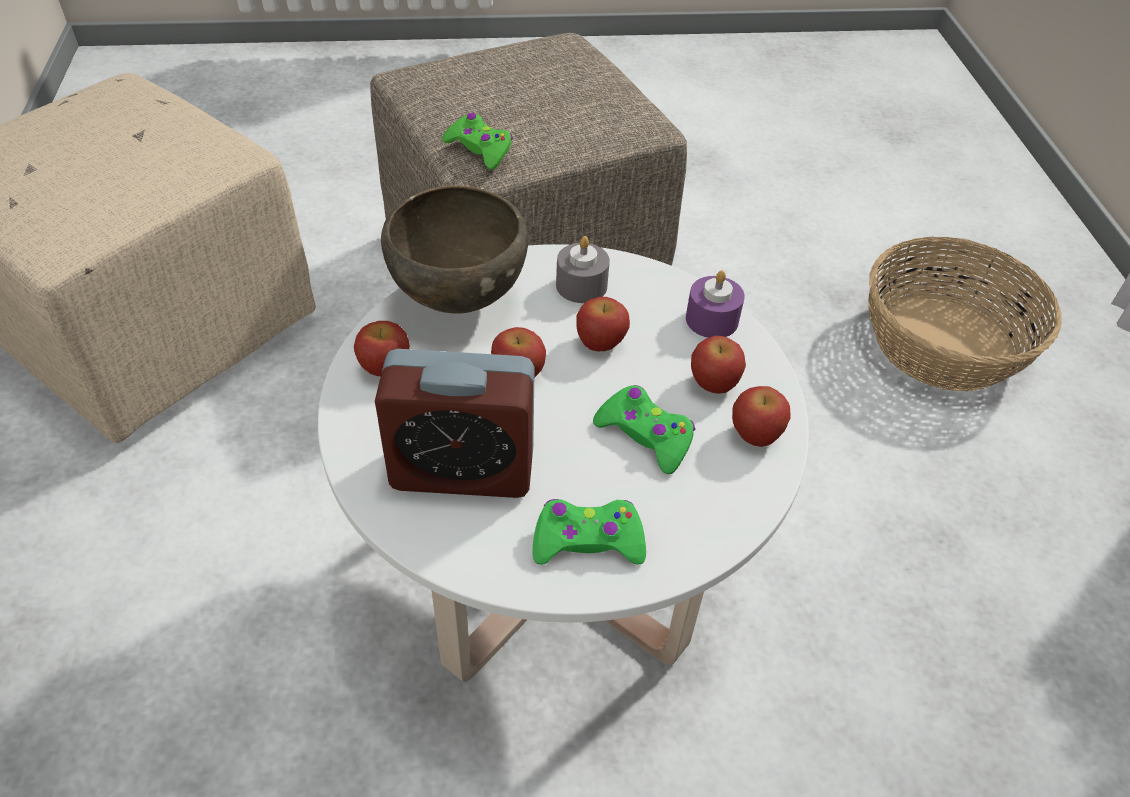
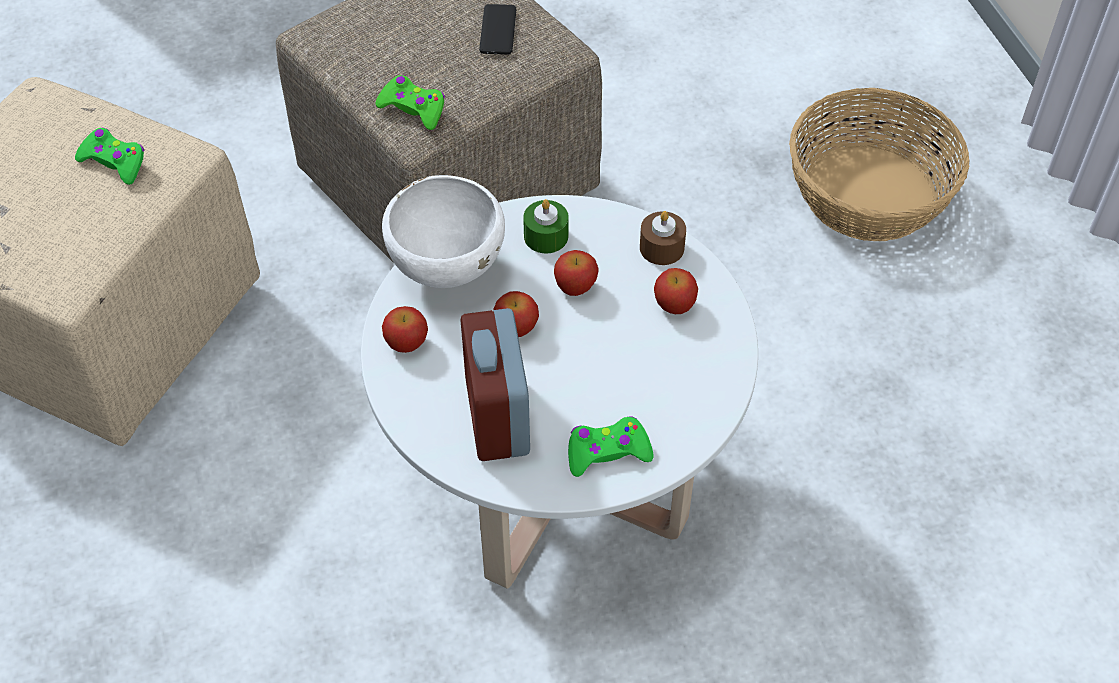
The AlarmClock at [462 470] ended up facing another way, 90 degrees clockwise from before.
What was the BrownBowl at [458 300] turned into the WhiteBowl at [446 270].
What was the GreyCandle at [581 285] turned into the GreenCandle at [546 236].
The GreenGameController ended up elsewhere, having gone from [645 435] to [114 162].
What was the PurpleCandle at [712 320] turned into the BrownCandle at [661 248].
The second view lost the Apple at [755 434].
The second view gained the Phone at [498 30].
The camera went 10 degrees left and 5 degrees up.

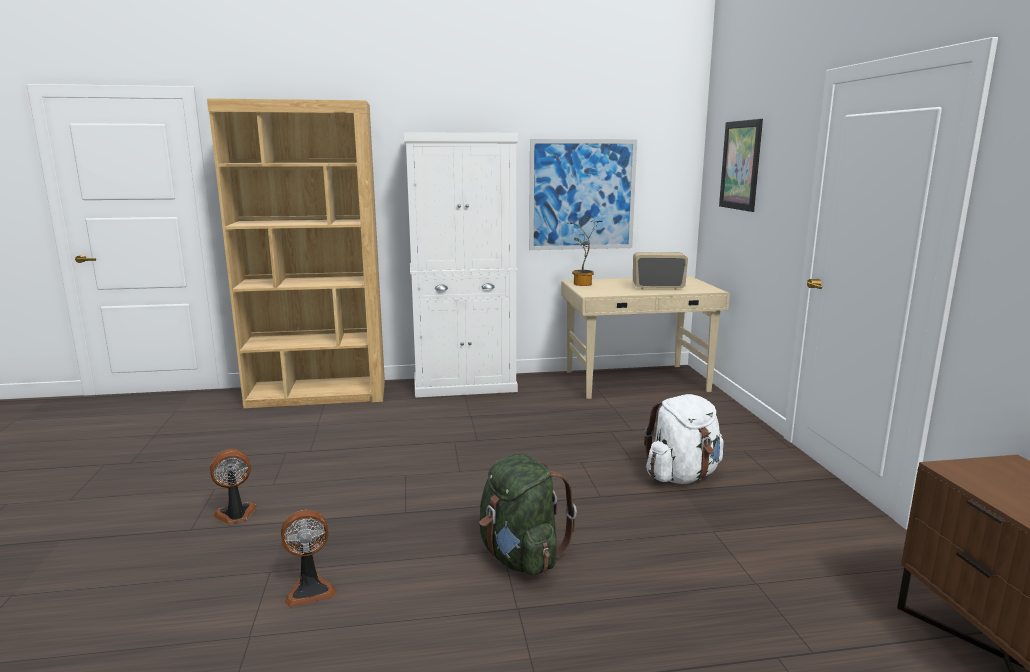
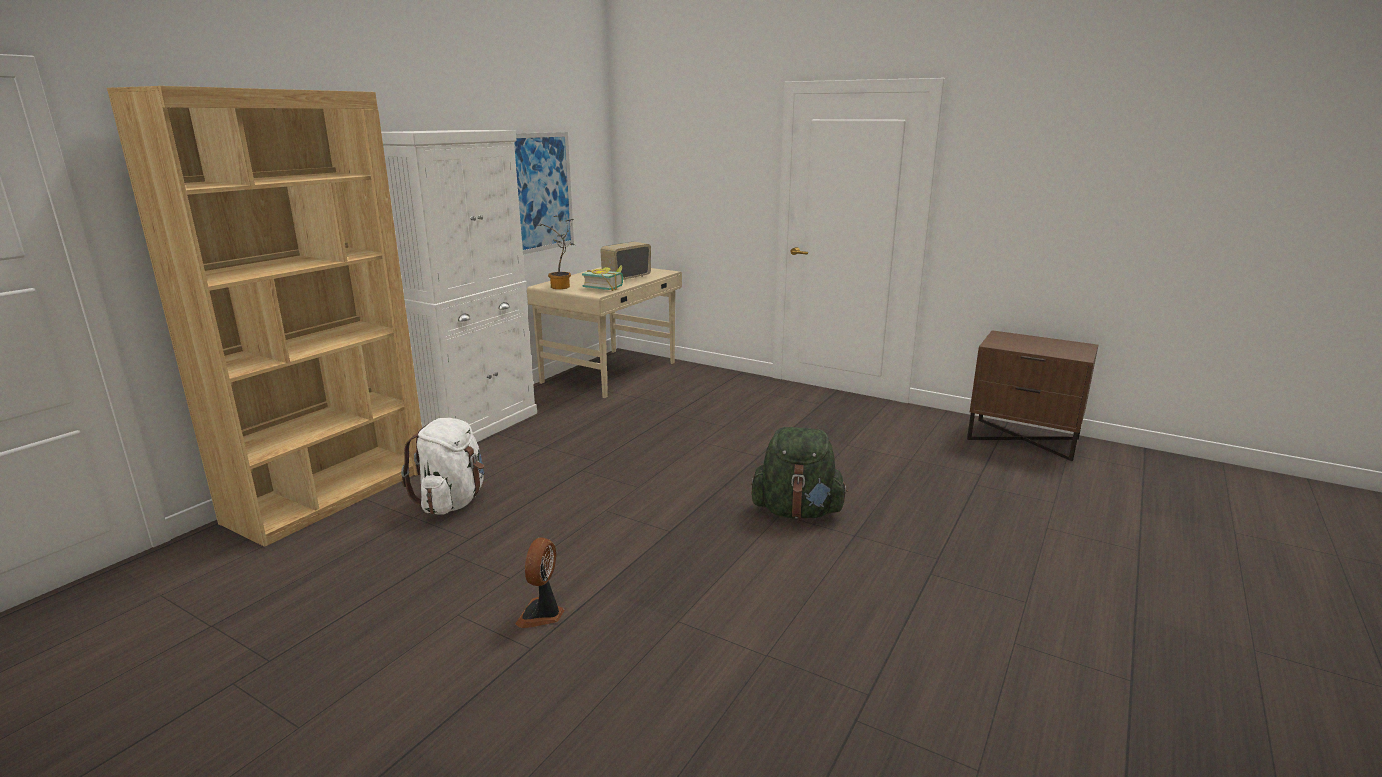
The second view lost the Fan at [310 590].
The WhiteBackpack ended up elsewhere, having gone from [682 476] to [452 501].
The second view lost the Picture at [740 165].
The second view gained the Book at [605 287].
The camera went 50 degrees left and 5 degrees up.

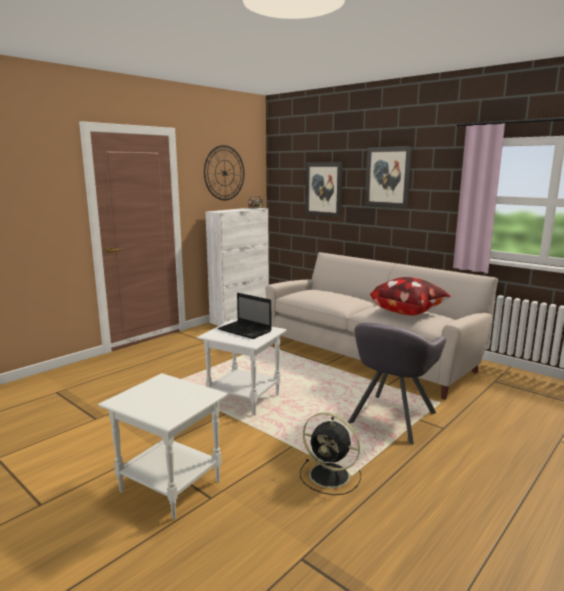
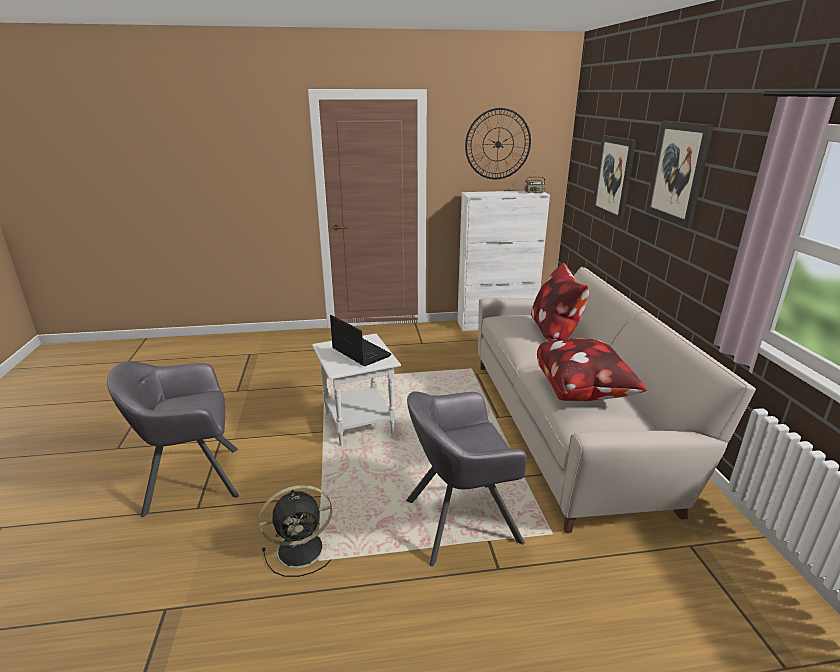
Where the WhiteSideTable stood at [169 486], the GreyArmchair came to stand at [192 479].
The Laptop at [246 331] ended up facing another way, 150 degrees clockwise from before.
The BlackFan at [331 476] ended up facing another way, 90 degrees counterclockwise from before.
The second view gained the Pillow at [555 332].
The camera went 40 degrees right and 10 degrees up.

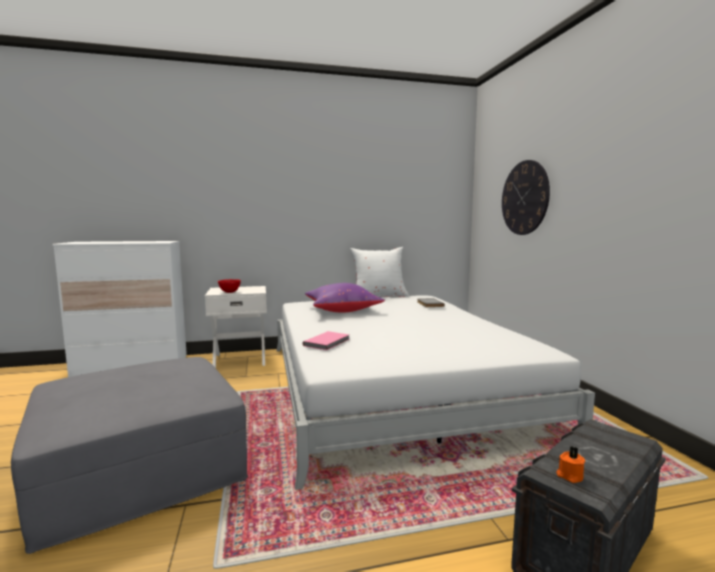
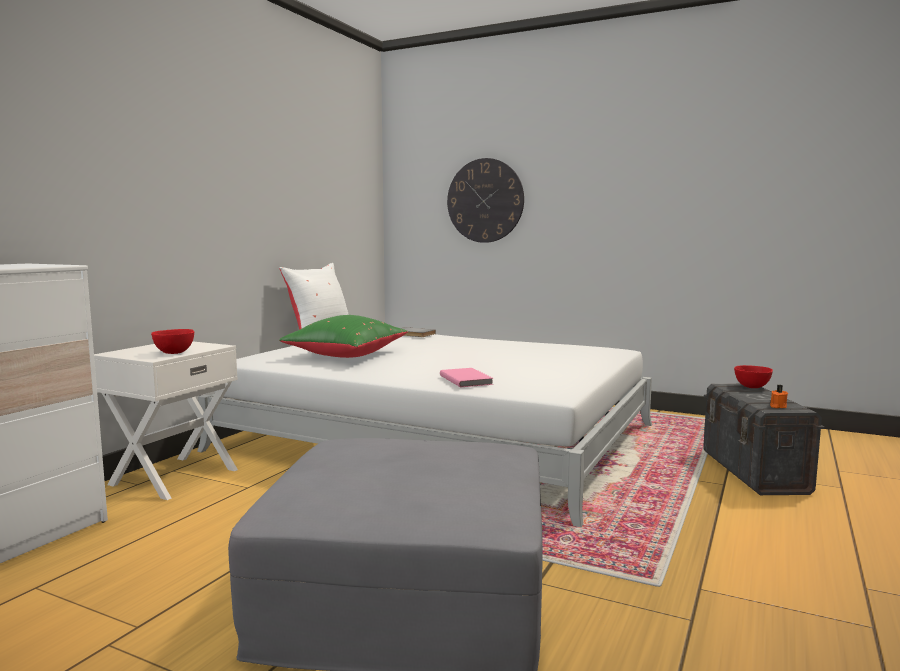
What was the PurplePillow at [342 310] turned into the GreenPillow at [345 356].
The second view gained the RedBowl at [752 387].
The camera went 50 degrees left and 0 degrees up.

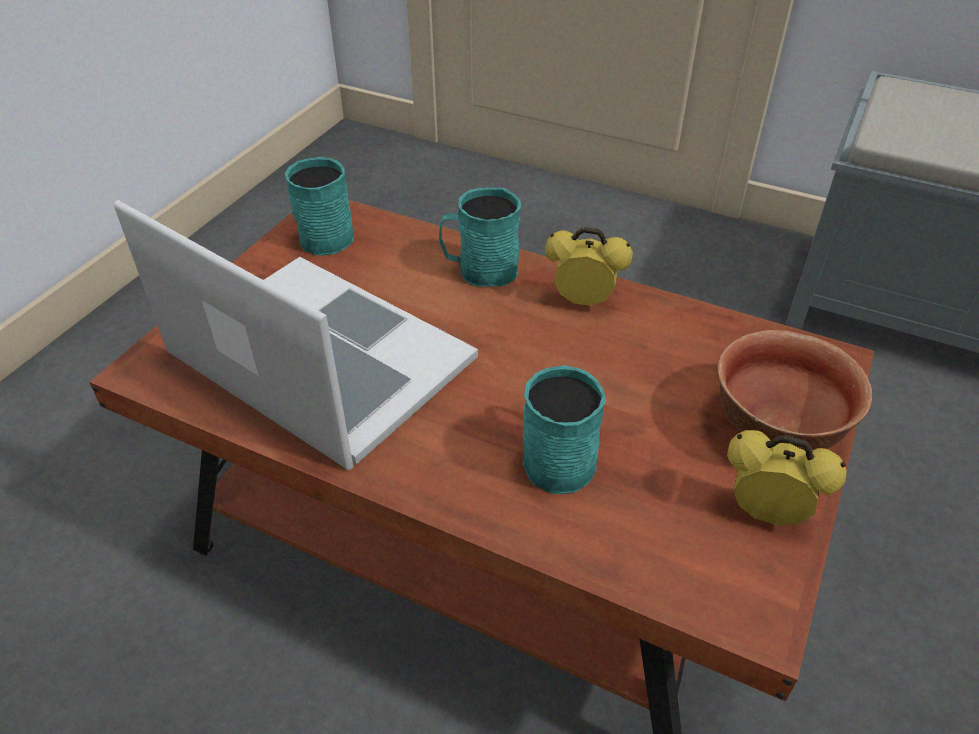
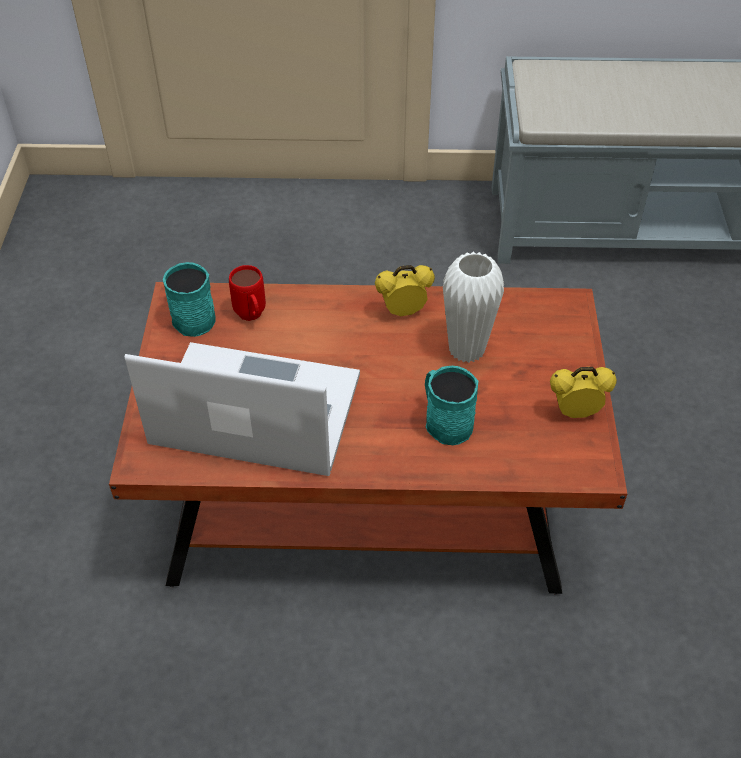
The second view lost the TurquoiseMug at [479 270].
The second view lost the Bowl at [774 425].
The second view gained the RedMug at [252 317].
The second view gained the WhiteVase at [466 350].
The camera went 25 degrees left and 5 degrees up.

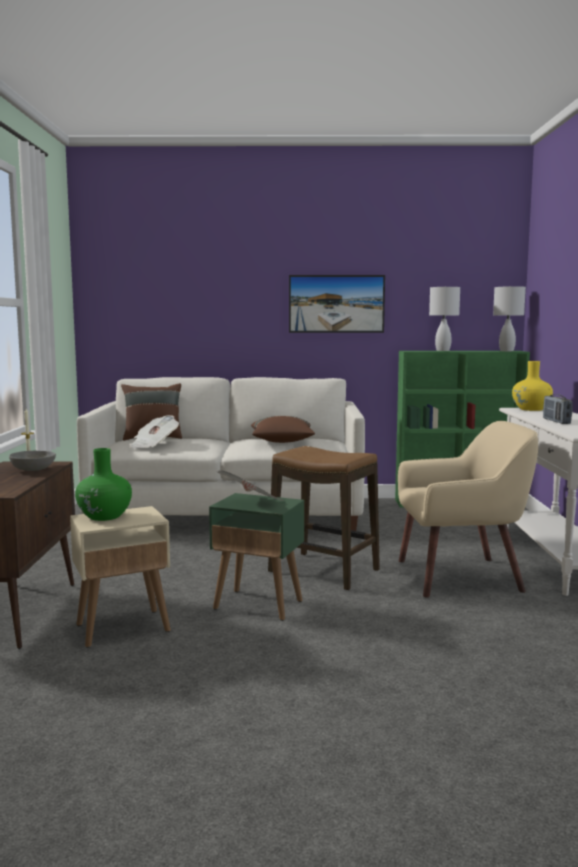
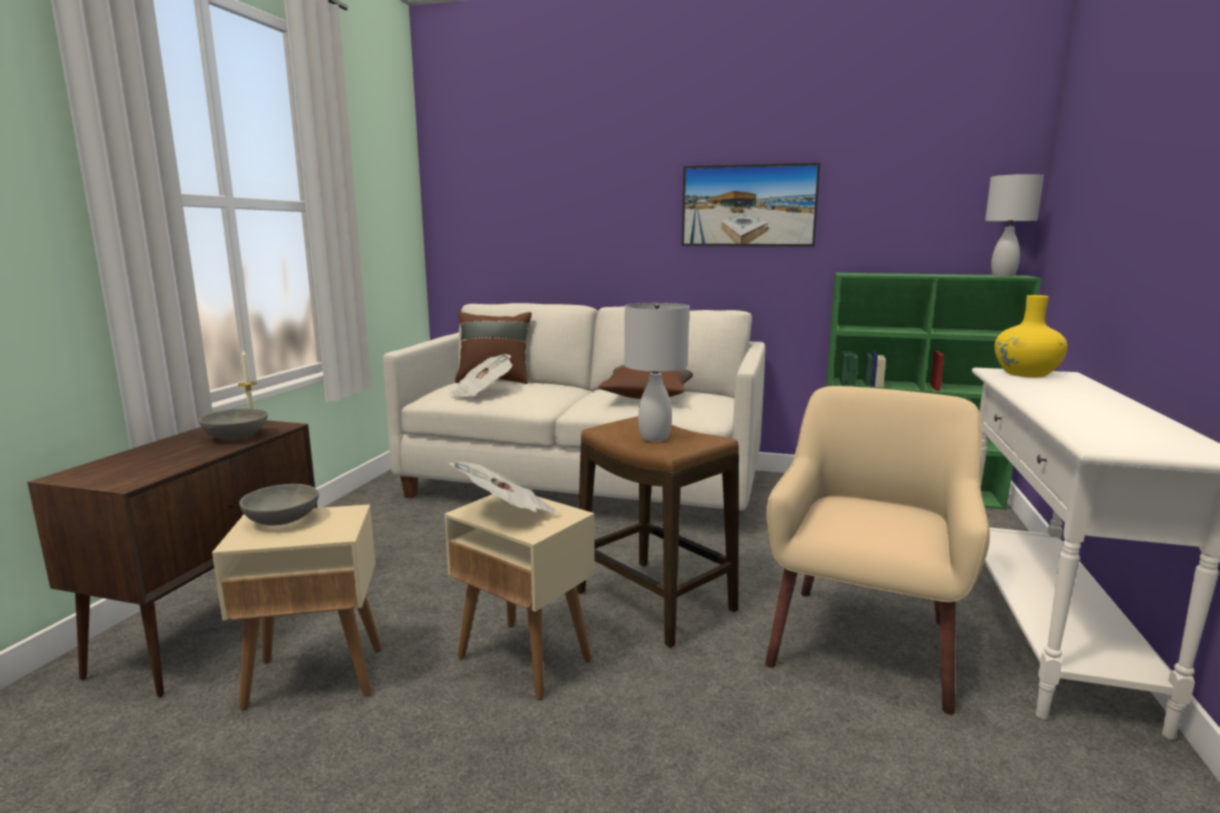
Where the GreenVase stood at [104 516], the GreyBowl came to stand at [282 520].
What was the GreenSideTable at [259 605] turned into the BeigeSideTable at [525 659].
The BeigeArmchair at [460 576] ended up facing another way, 75 degrees counterclockwise from before.
The WhiteTableLamp ended up elsewhere, having gone from [442 350] to [654 437].
The second view lost the Radio at [556 421].
The camera went 15 degrees right and 5 degrees up.

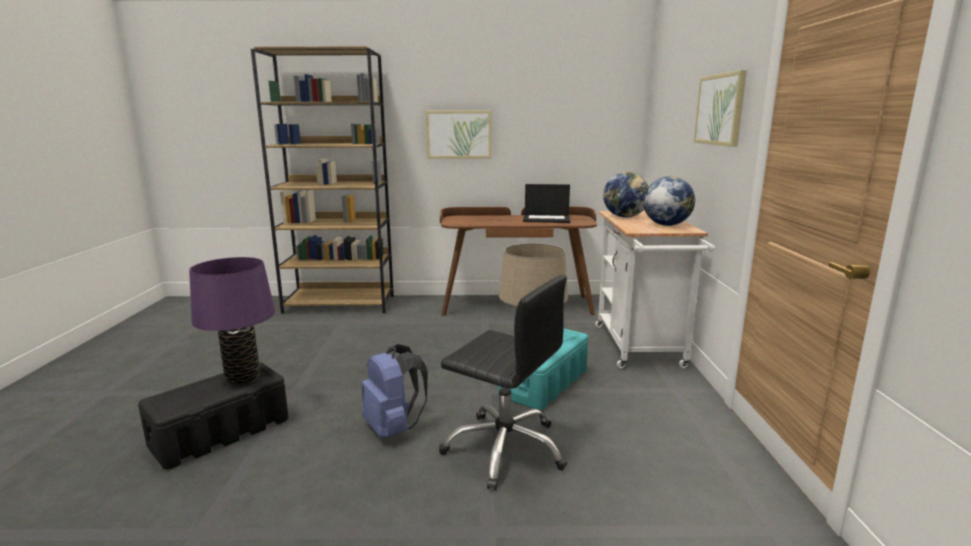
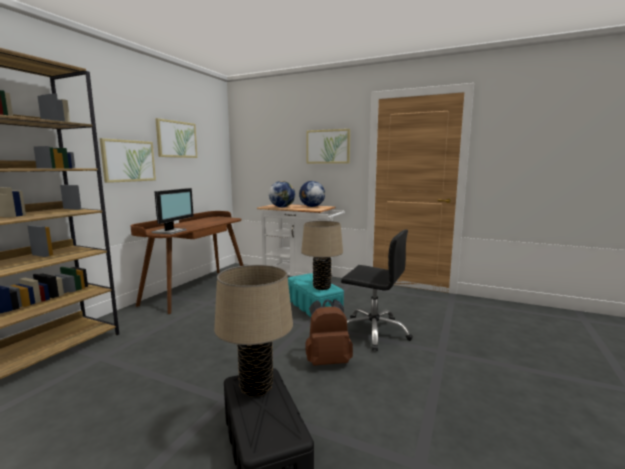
What was the PurpleTableLamp at [243 377] turned into the BeigeTableLamp at [256 387].
What was the BlueBackpack at [393 428] turned into the BrownBackpack at [327 361].
The BlackOfficeChair at [505 448] ended up facing another way, 60 degrees clockwise from before.
The second view lost the Laptop at [547 219].
The second view gained the Monitor at [171 231].
The second view gained the Picture at [176 139].
The camera went 65 degrees left and 5 degrees down.

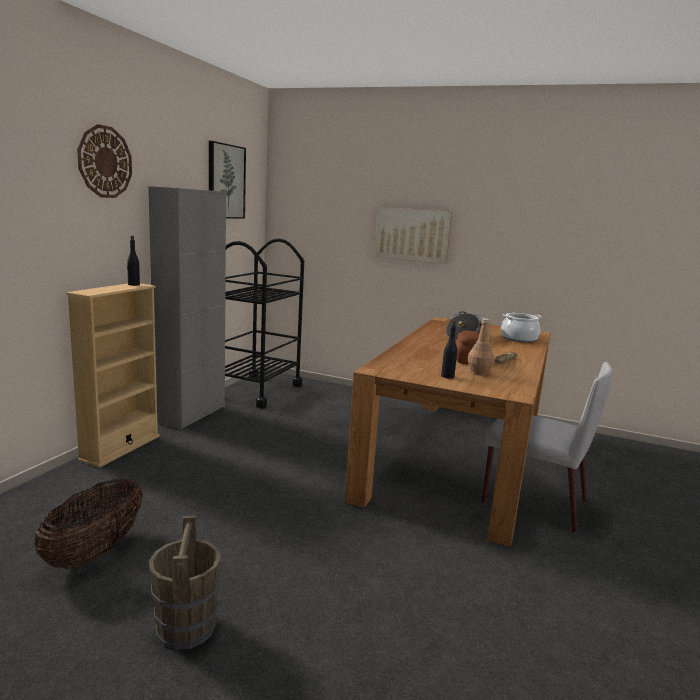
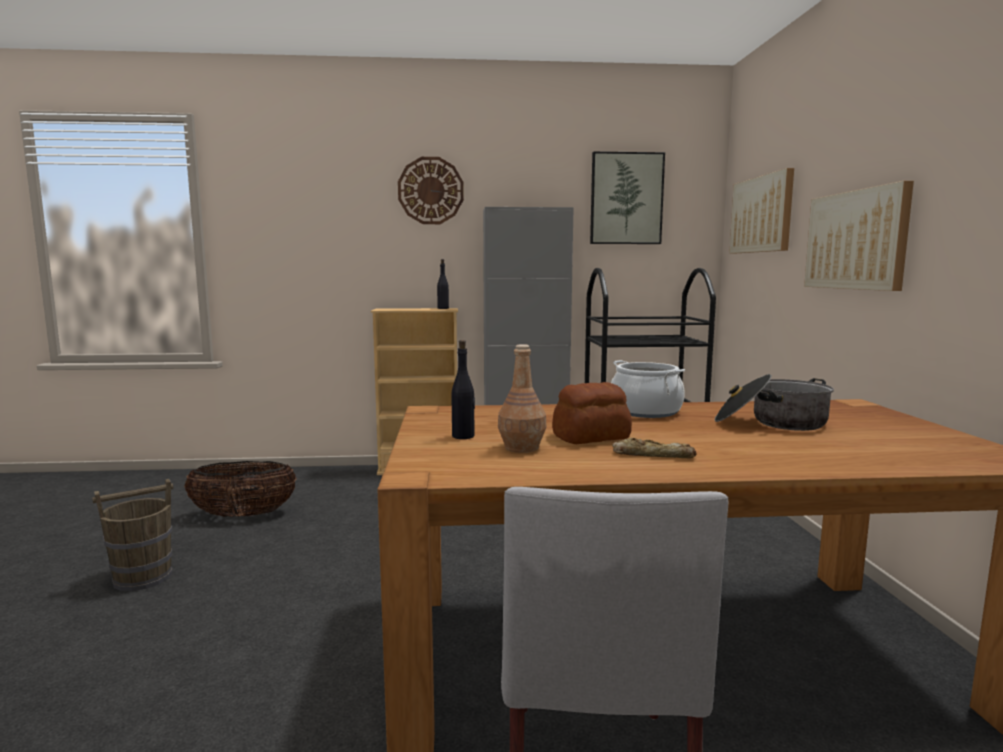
The CookingPot ended up elsewhere, having gone from [518 338] to [645 411].
The second view gained the Picture at [762 214].
The camera went 65 degrees right and 5 degrees down.

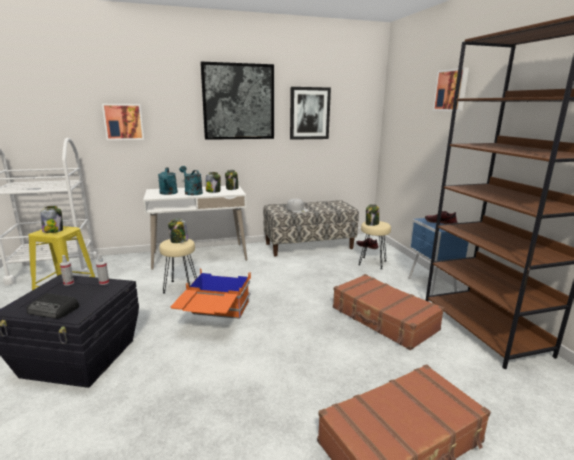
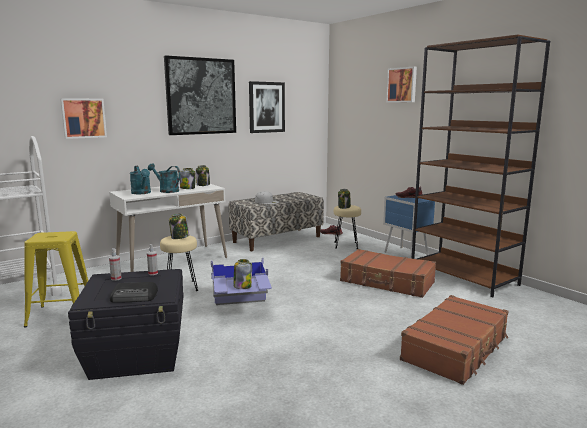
The Jar ended up elsewhere, having gone from [53 231] to [242 286].
What was the OrangeStorageBox at [214 318] turned into the BlueStorageBox at [240 304].
The camera went 20 degrees left and 5 degrees down.

